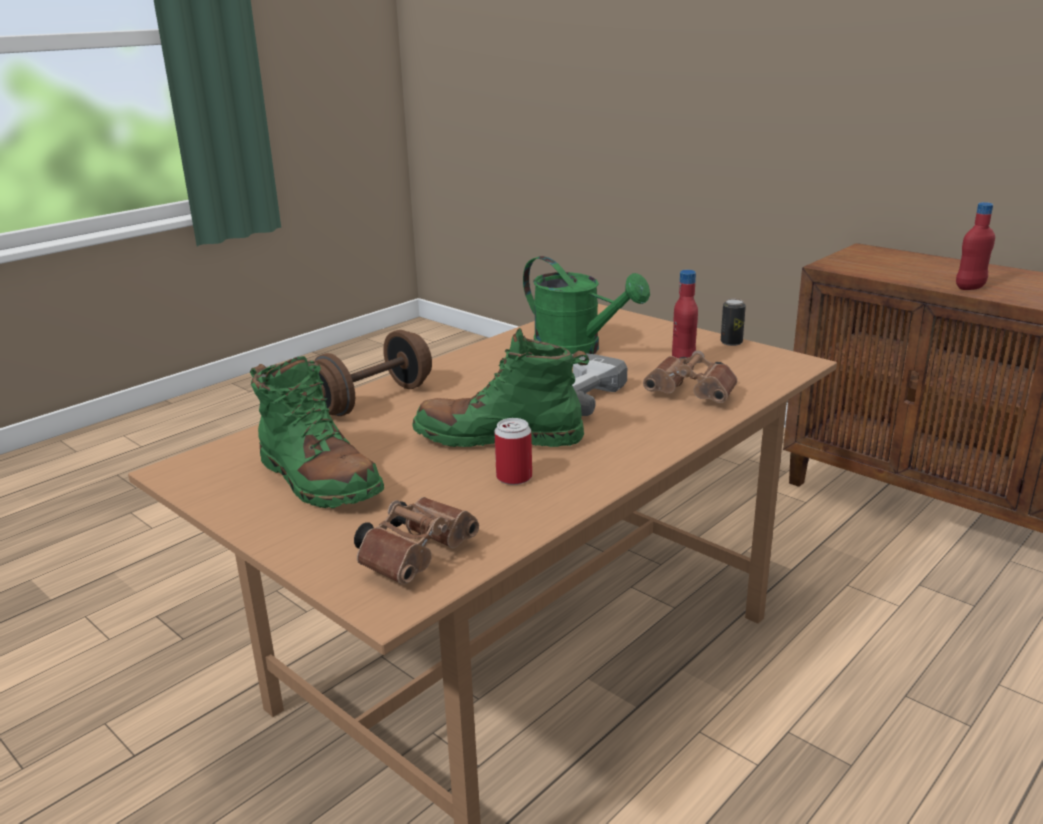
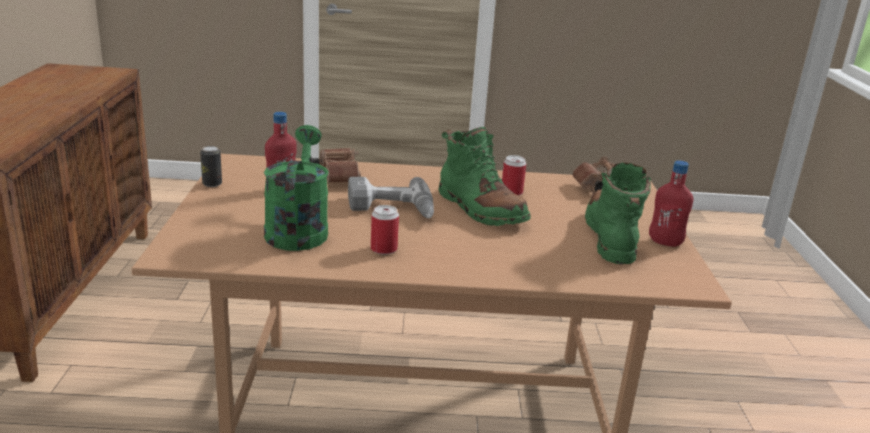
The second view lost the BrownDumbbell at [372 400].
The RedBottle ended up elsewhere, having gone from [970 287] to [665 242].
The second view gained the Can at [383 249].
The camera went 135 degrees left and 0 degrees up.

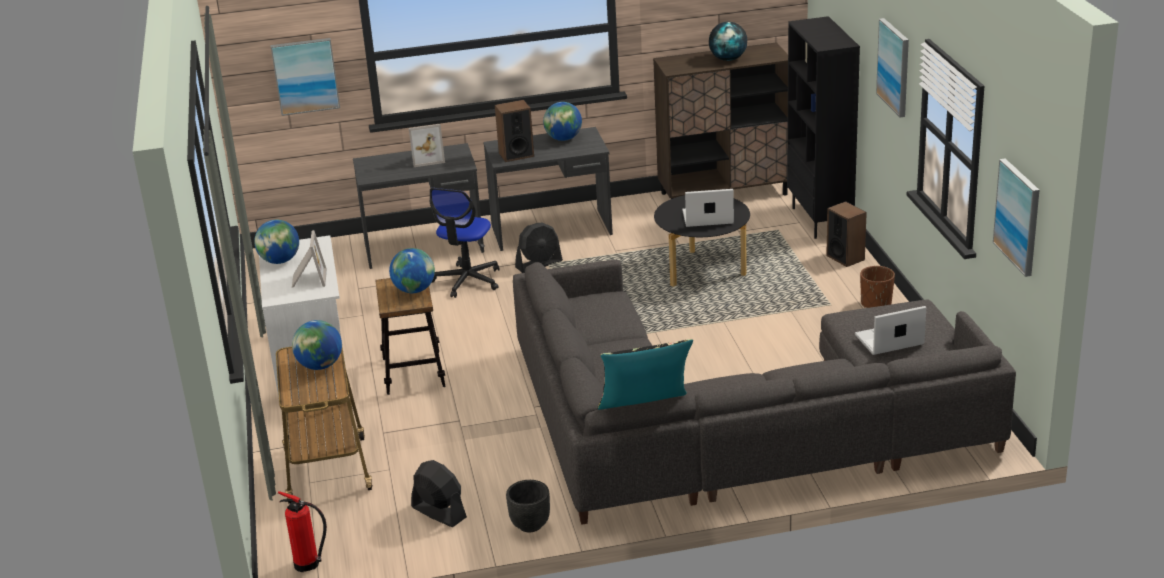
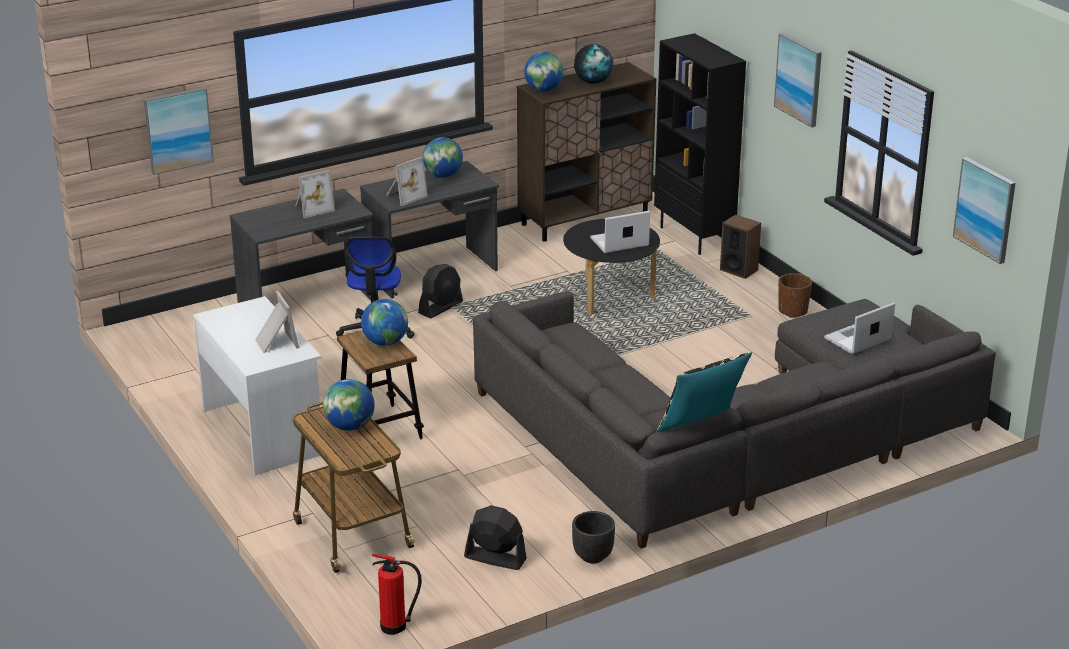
The Globe ended up elsewhere, having gone from [280 261] to [544 90].
Where the Speaker stood at [516 155], the PictureFrame came to stand at [405 196].
The camera went 20 degrees left and 0 degrees up.

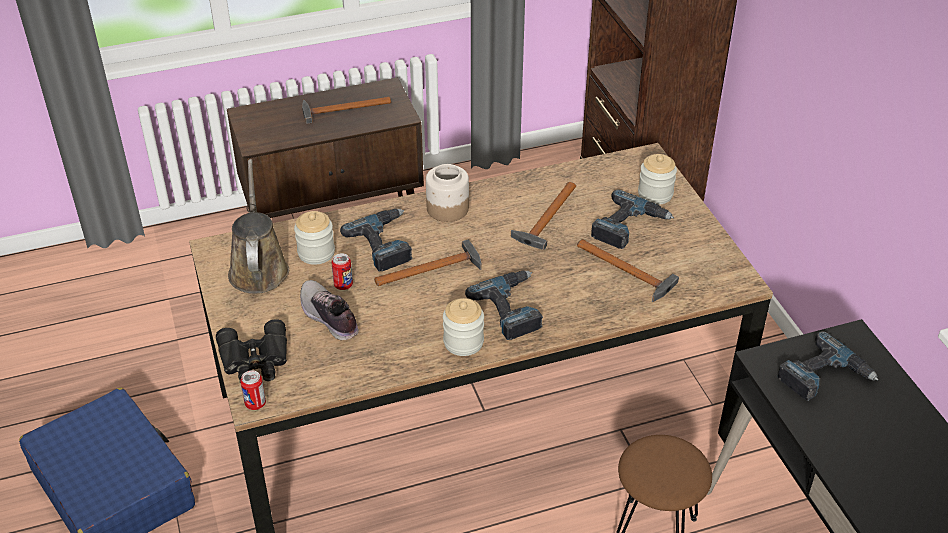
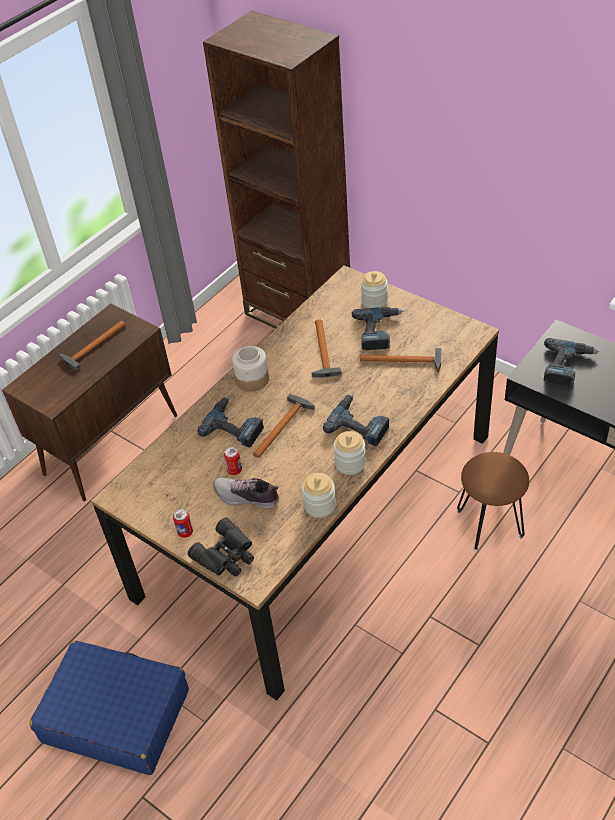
The second view lost the BrownWateringCan at [258 268].
The Can ended up elsewhere, having gone from [255 403] to [185 532].
The Jar ended up elsewhere, having gone from [316 253] to [320 505].
The camera went 30 degrees left and 5 degrees up.

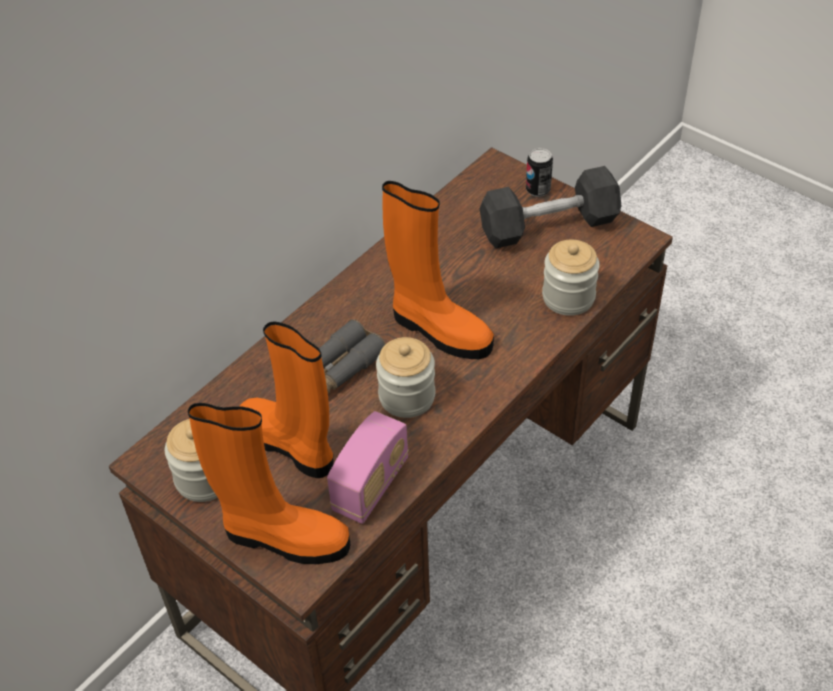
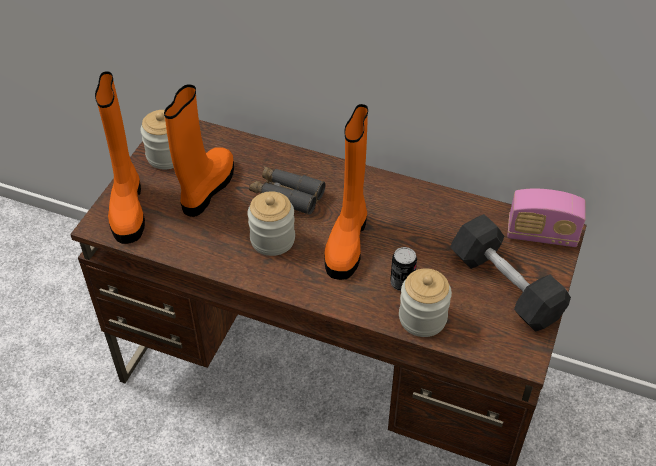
The Radio ended up elsewhere, having gone from [371 485] to [541 235].
The Can ended up elsewhere, having gone from [538 190] to [402 283].
The camera went 70 degrees right and 0 degrees up.

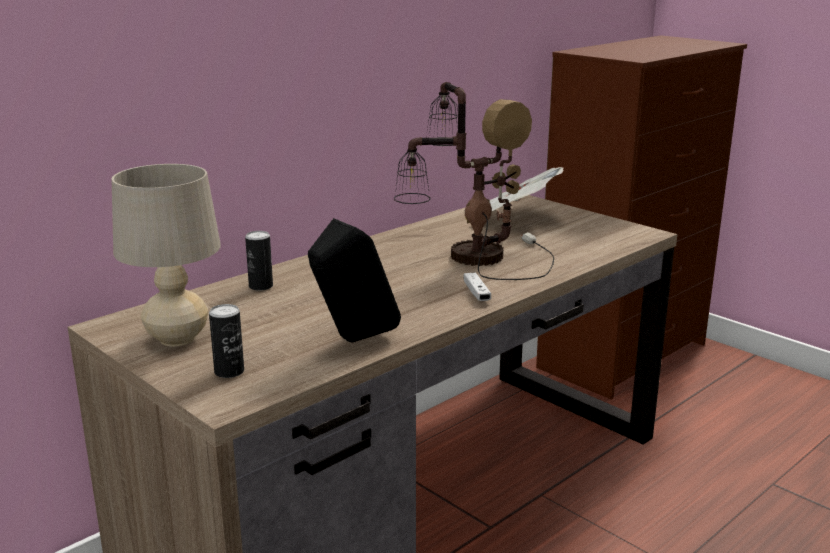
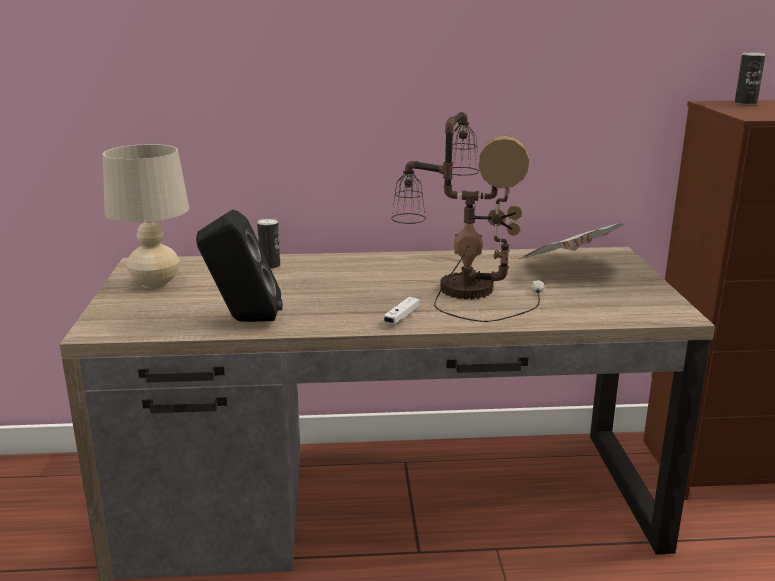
The Can ended up elsewhere, having gone from [229 371] to [745 103].
The camera went 40 degrees right and 0 degrees up.

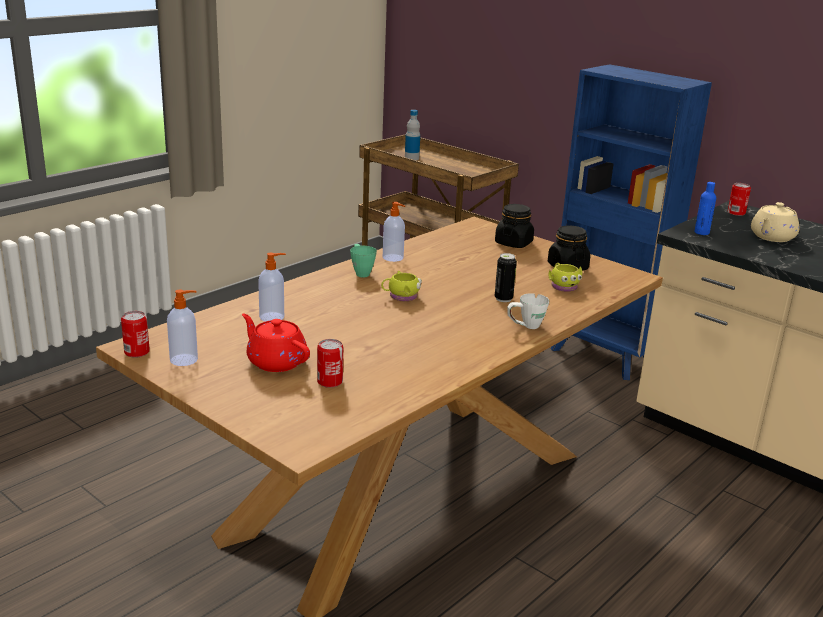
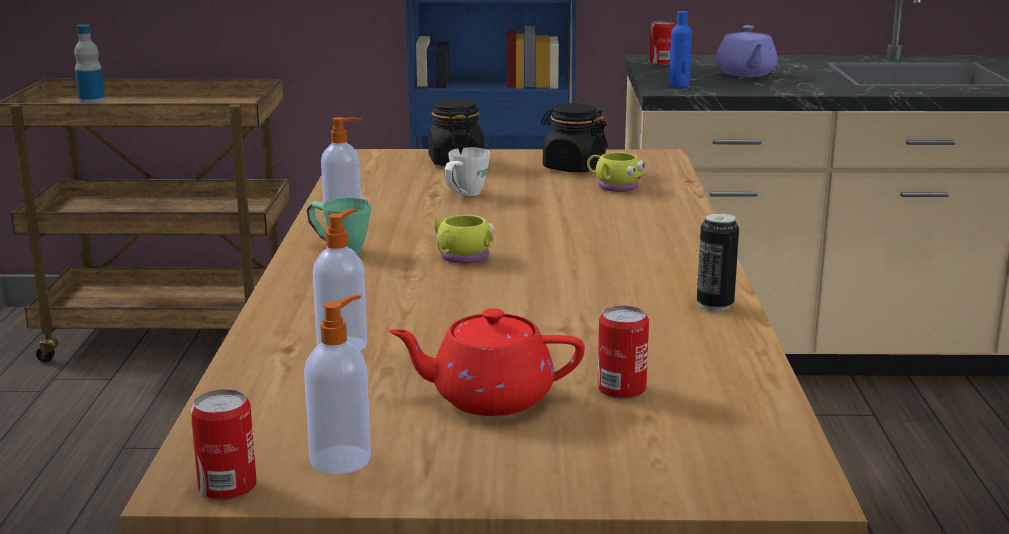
The Can ended up elsewhere, having gone from [503 299] to [715 305].
The WhiteMug ended up elsewhere, having gone from [525 326] to [464 195].
What was the BeigeTeapot at [772 237] turned into the PurpleTeapot at [745 74].
The camera went 40 degrees left and 5 degrees down.

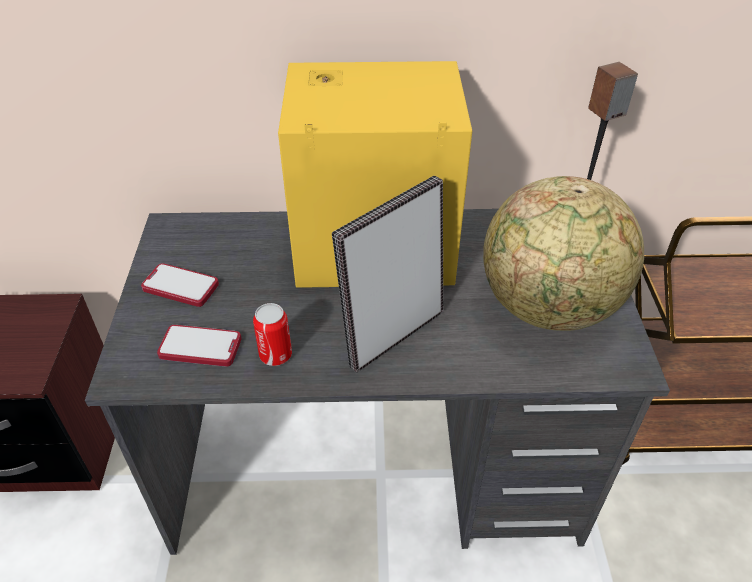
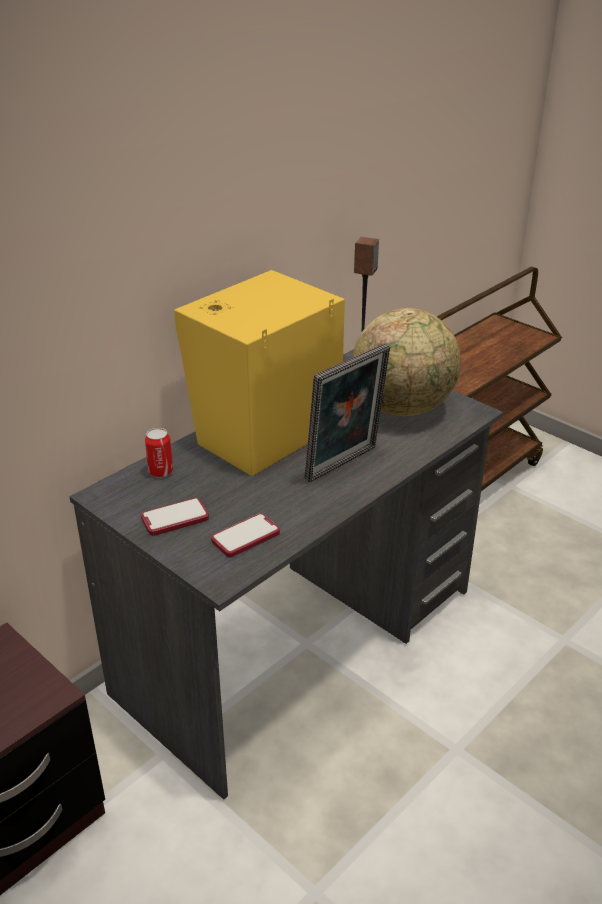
The Can ended up elsewhere, having gone from [275 355] to [160 471].
The PictureFrame at [392 334] ended up facing another way, 135 degrees counterclockwise from before.
The camera went 45 degrees left and 10 degrees down.

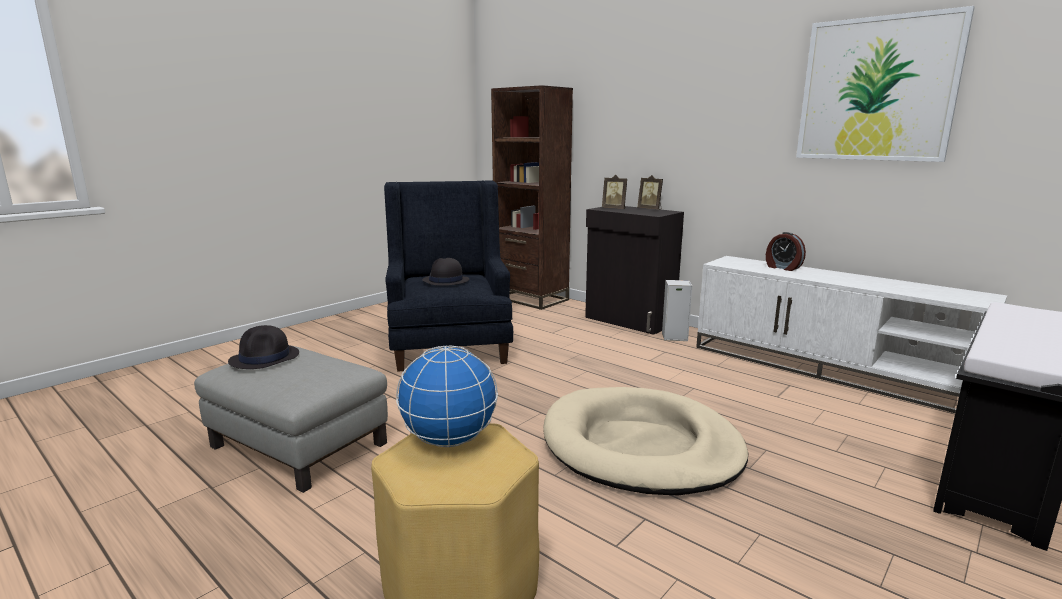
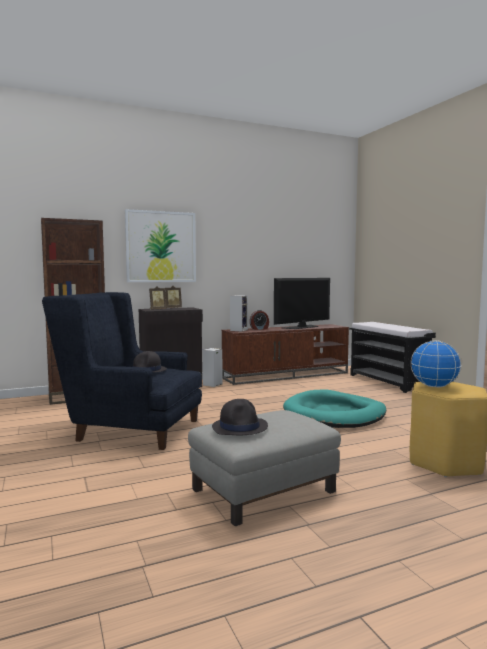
What was the BeigeDogBed at [640 446] turned into the TurquoiseDogBed at [334 414].
What was the WhiteTvStand at [827 369] turned into the BrownTvStand at [286 375].
The Picture ended up elsewhere, having gone from [877 90] to [161 247].
The second view gained the Speaker at [238 330].
The second view gained the Television at [302 327].
The camera went 65 degrees left and 10 degrees down.

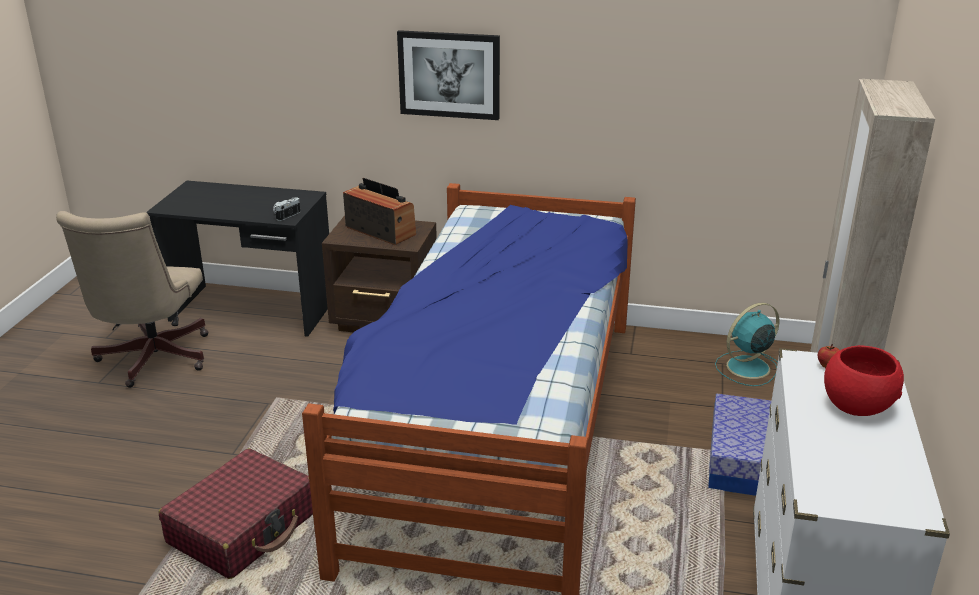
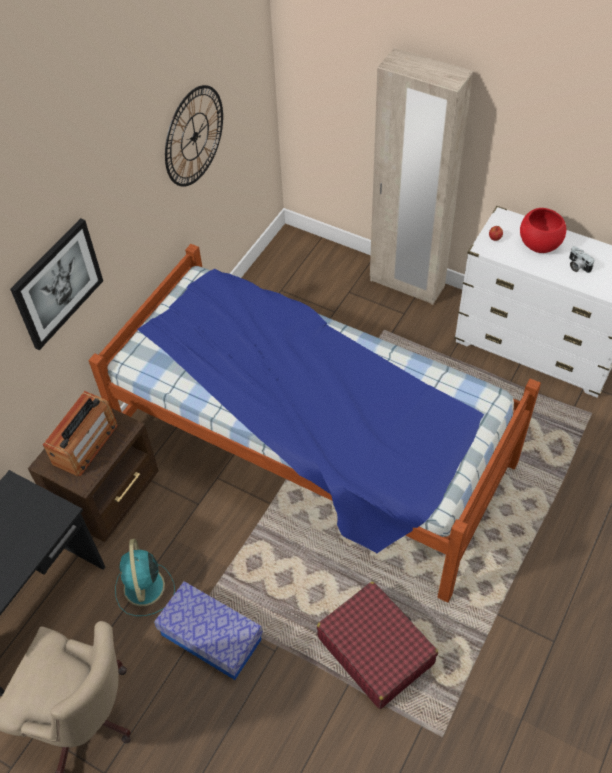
The PhotoCamera ended up elsewhere, having gone from [285 215] to [577 266].
The Radio at [381 231] ended up facing another way, 150 degrees clockwise from before.
The StorageBox ended up elsewhere, having gone from [738 460] to [211 637].
The TurquoiseFan ended up elsewhere, having gone from [746 368] to [144 588].
The second view gained the WallClock at [194 136].
The camera went 70 degrees left and 25 degrees up.

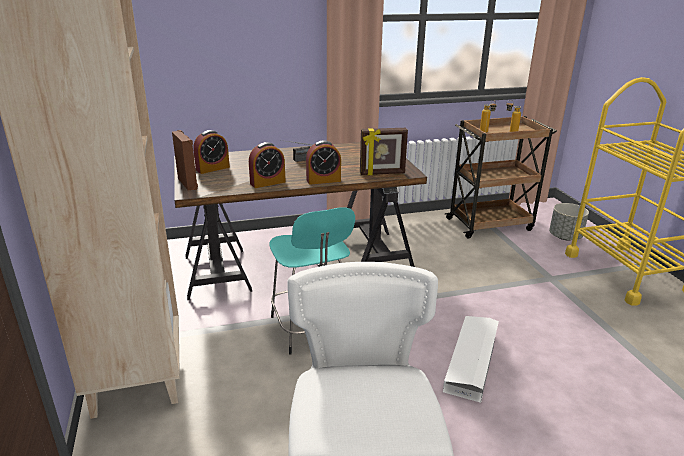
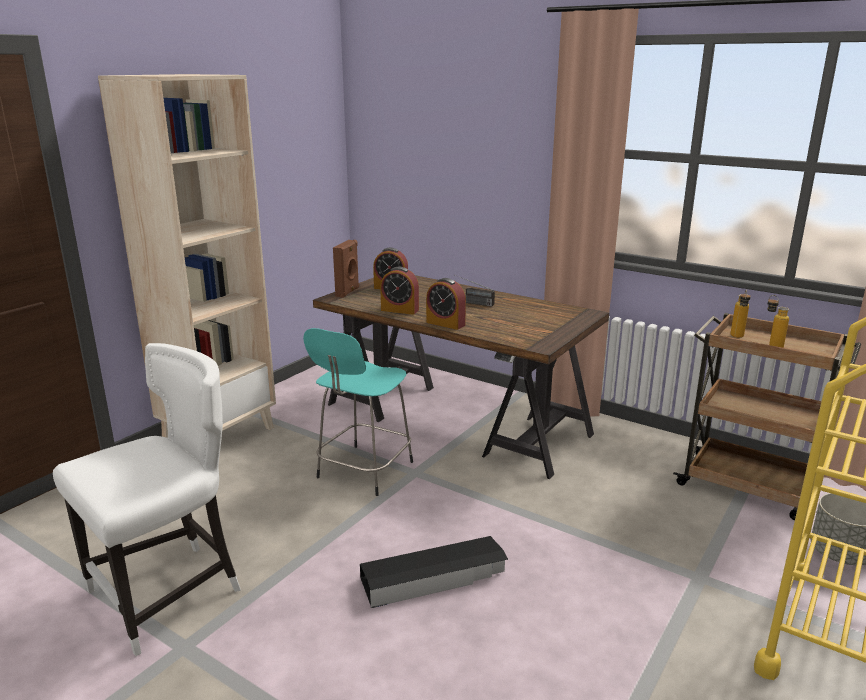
The second view lost the PictureFrame at [382 173].
What was the WhiteStorageBox at [472 361] turned into the BlackStorageBox at [434 577].
The camera went 50 degrees right and 5 degrees down.

